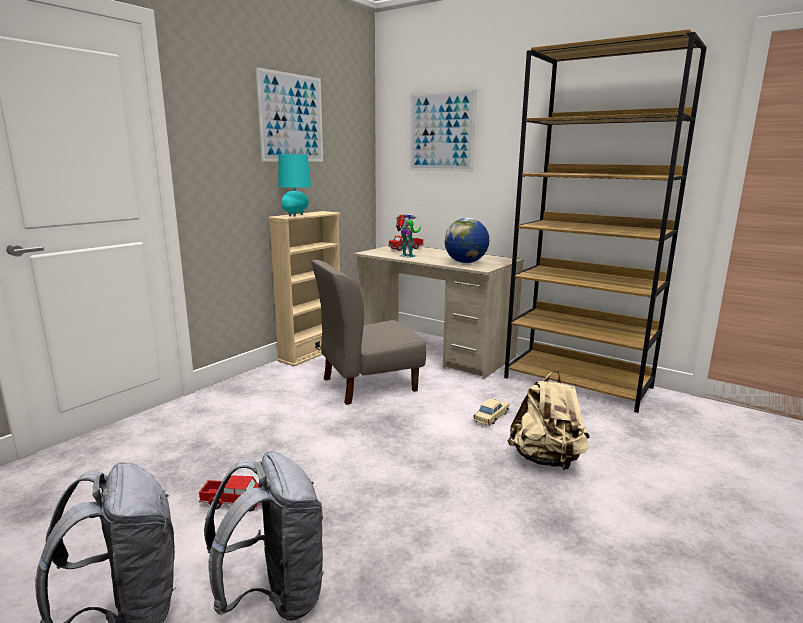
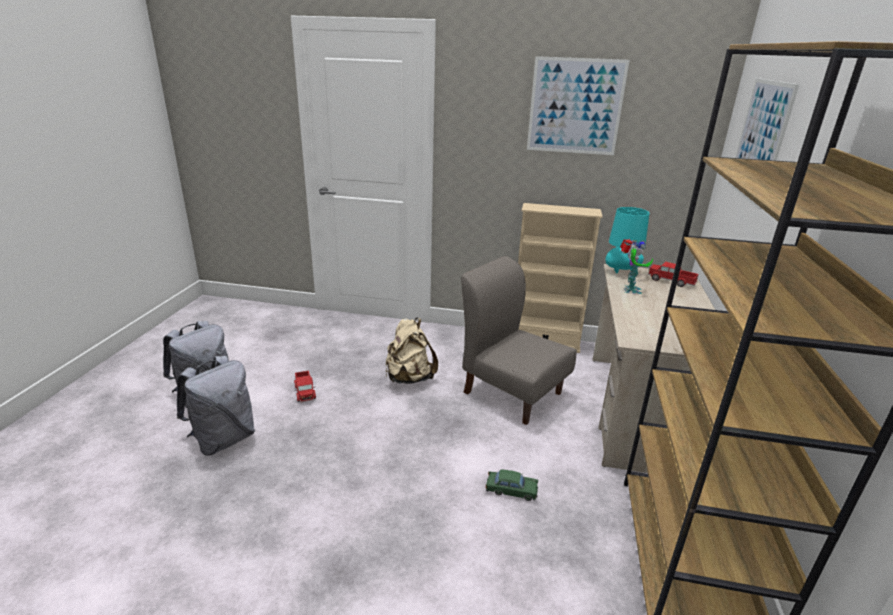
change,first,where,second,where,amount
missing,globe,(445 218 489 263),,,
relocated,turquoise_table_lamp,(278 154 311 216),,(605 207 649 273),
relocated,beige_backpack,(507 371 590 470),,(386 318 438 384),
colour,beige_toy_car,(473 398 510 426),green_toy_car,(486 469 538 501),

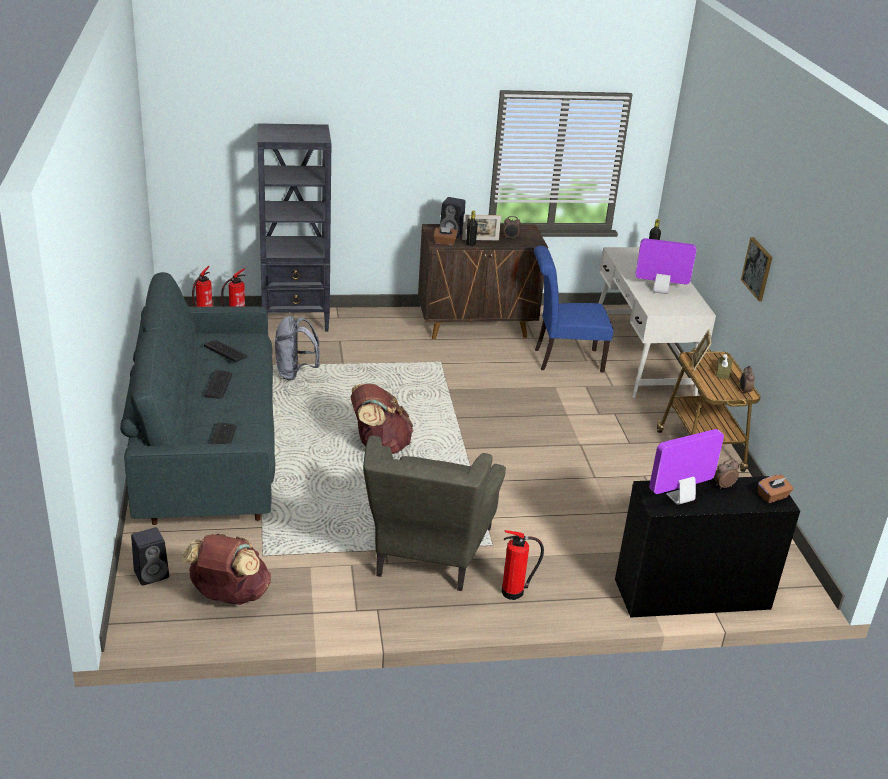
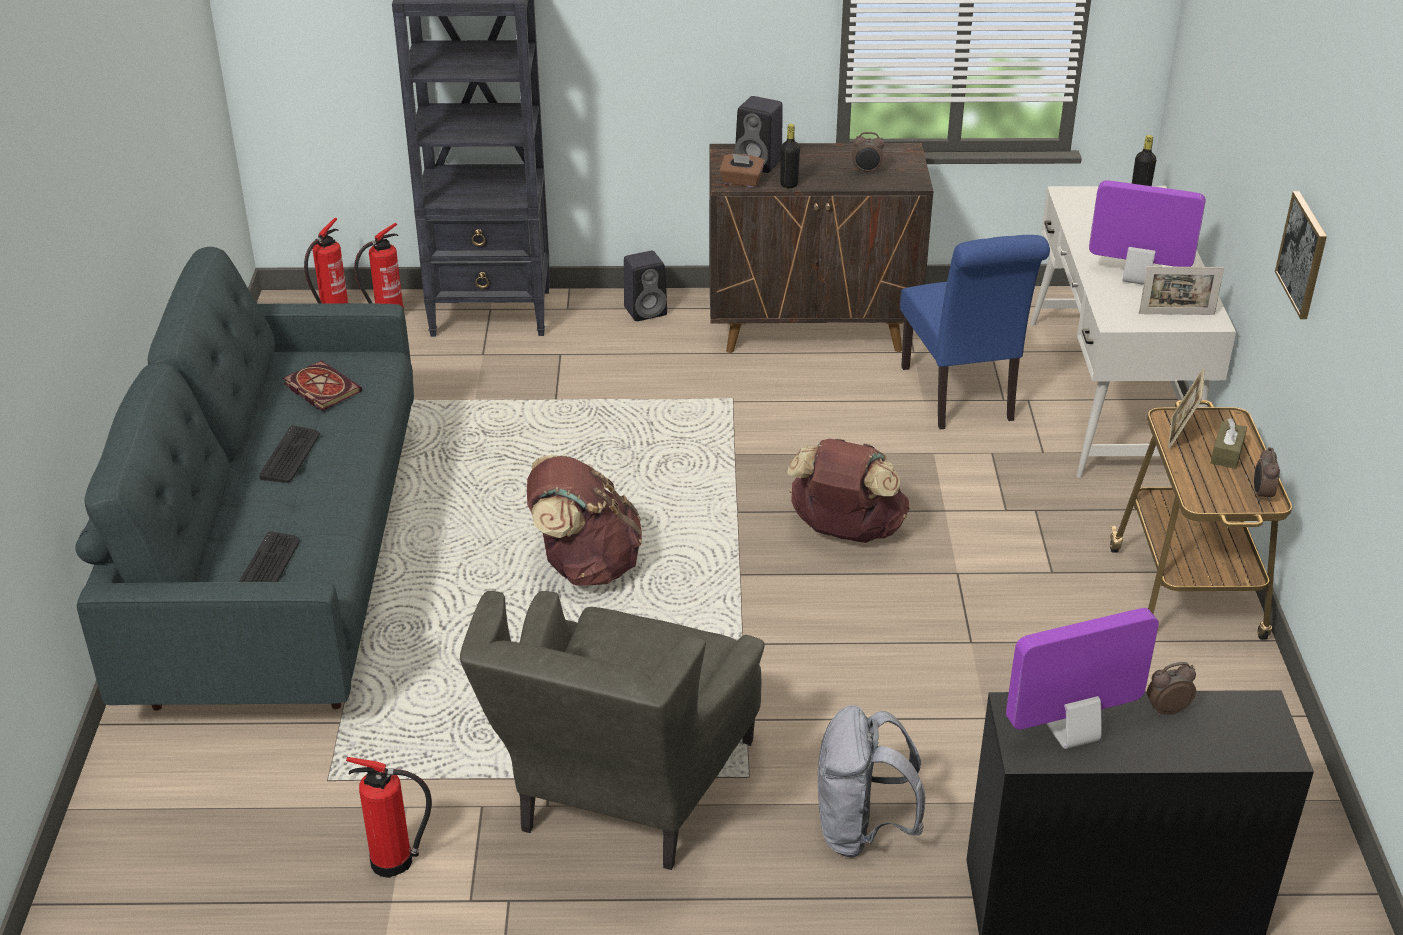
change,first,where,second,where,amount
missing,brown_tissue_box,(758 475 794 503),,,
relocated,black_speaker,(131 527 169 586),,(624 251 667 321),
relocated,brown_backpack,(181 533 271 605),,(787 438 910 543),
relocated,grey_backpack,(275 316 320 381),,(818 705 926 858),
relocated,picture_frame,(462 215 501 240),,(1139 266 1224 315),
relocated,fire_extinguisher,(501 530 544 600),,(346 757 432 878),
exchanged,keyboard,(204 340 247 362),book,(283 360 362 411),
spun,blue_chair,(534 246 613 372),,(900 235 1050 430),105 degrees counterclockwise

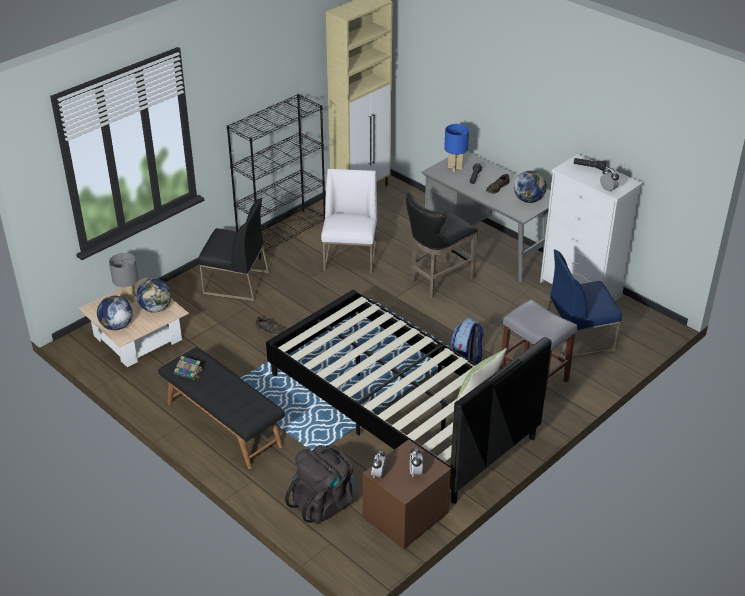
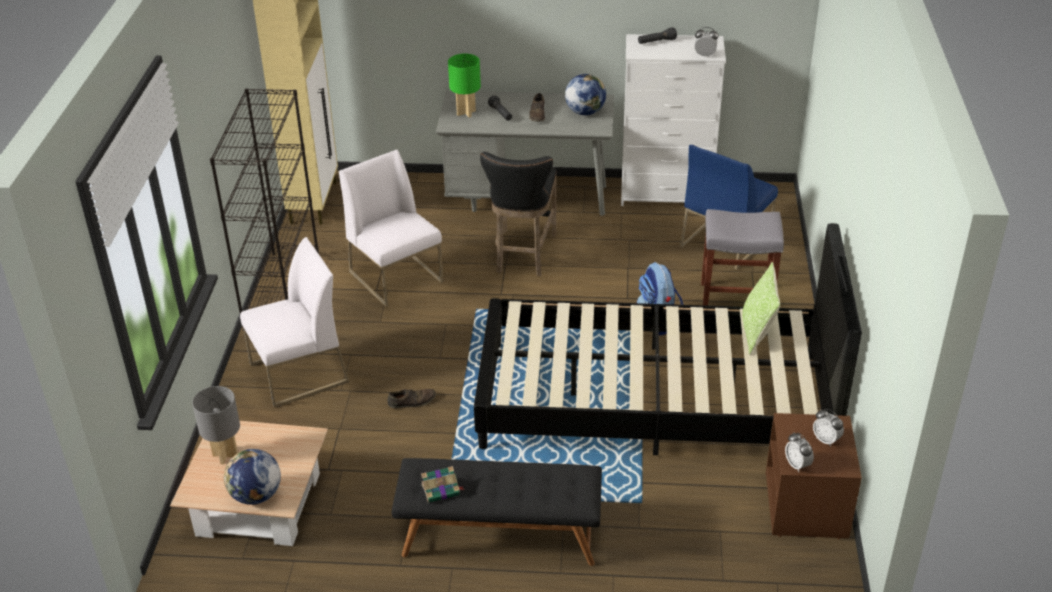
change,first,where,second,where,amount
missing,globe,(136 278 171 313),,,
missing,black_backpack,(285 445 354 524),,,
colour,black_chair,(198 198 269 301),white_chair,(240 237 349 408),
colour,blue_table_lamp,(444 124 469 172),green_table_lamp,(448 54 481 118),

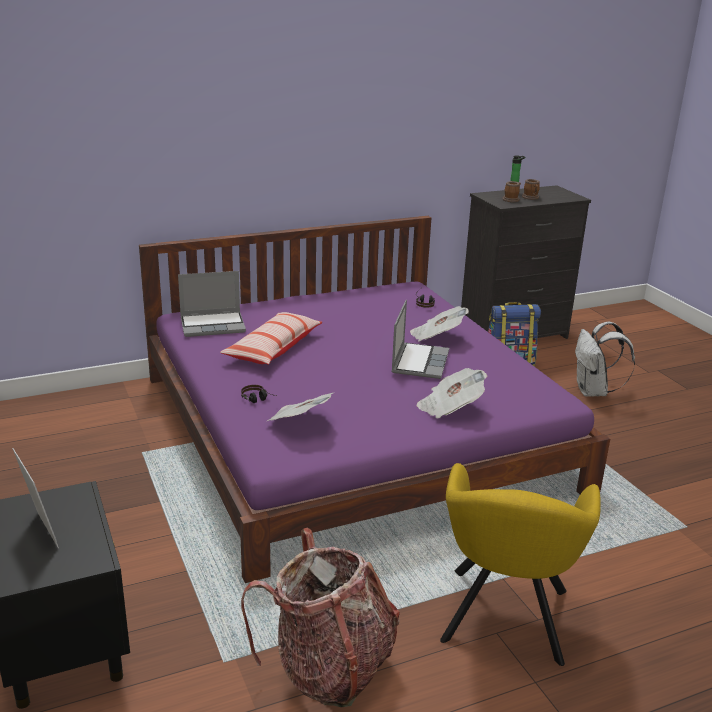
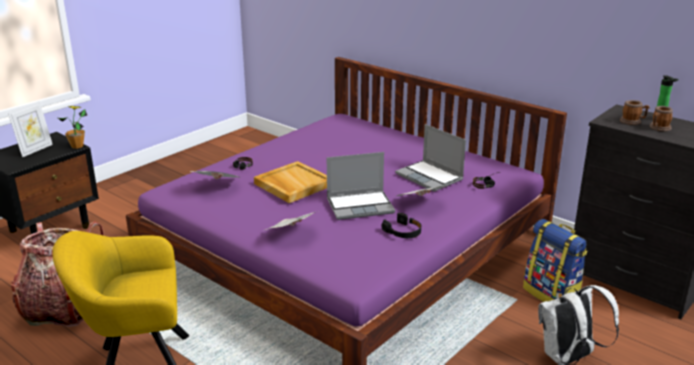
change,first,where,second,where,amount
missing,pillow,(220 312 323 364),,,
appeared,,,potted_plant,(58 106 87 149),
appeared,,,beige_tray,(254 161 327 203),
appeared,,,black_headphones,(382 213 421 238),
relocated,laptop,(178 271 246 337),,(395 124 466 192),

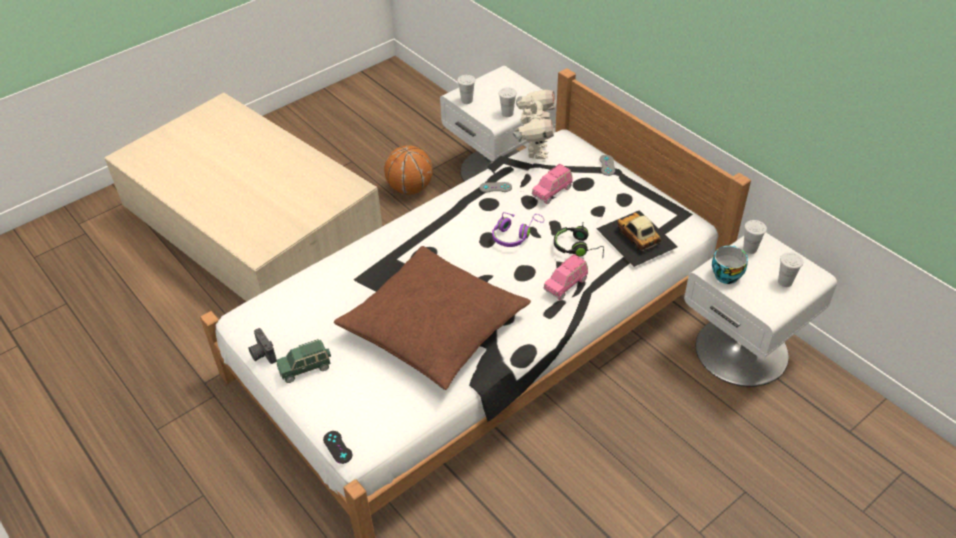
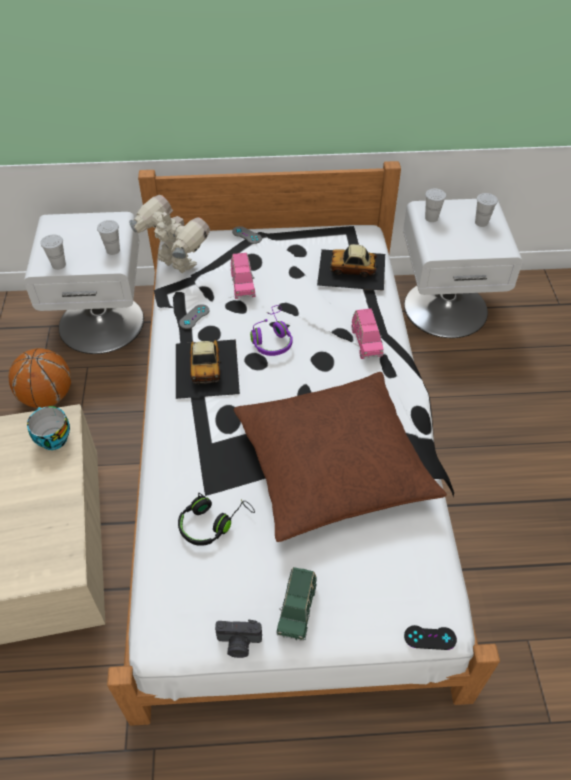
change,first,where,second,where,amount
appeared,,,toy_car,(176 340 240 399),
relocated,black_headphones,(554 223 604 257),,(178 493 255 546),
relocated,cup,(712 245 748 284),,(27 406 70 450),

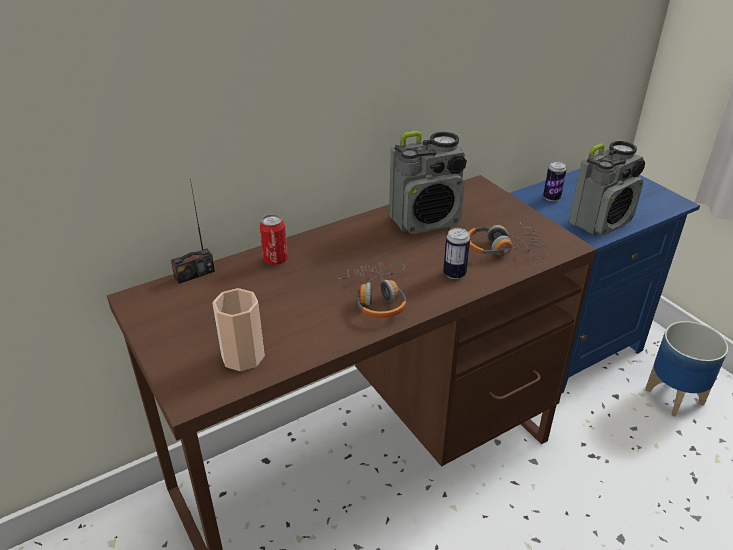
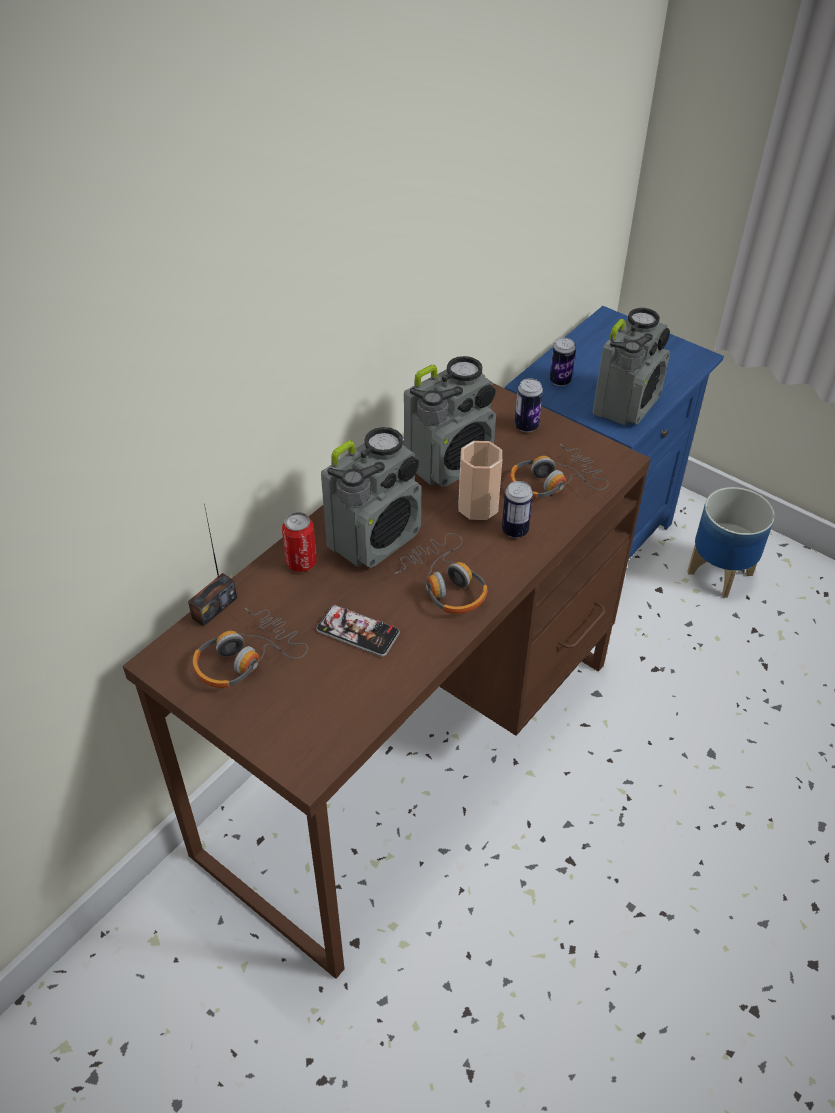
change,first,where,second,where,amount
appeared,,,headphones,(193 608 308 688),
appeared,,,phone,(316 605 400 657),
appeared,,,radio,(321 427 421 568),
appeared,,,can,(515 378 543 432),
relocated,cup,(212 288 265 371),,(458 441 502 520),

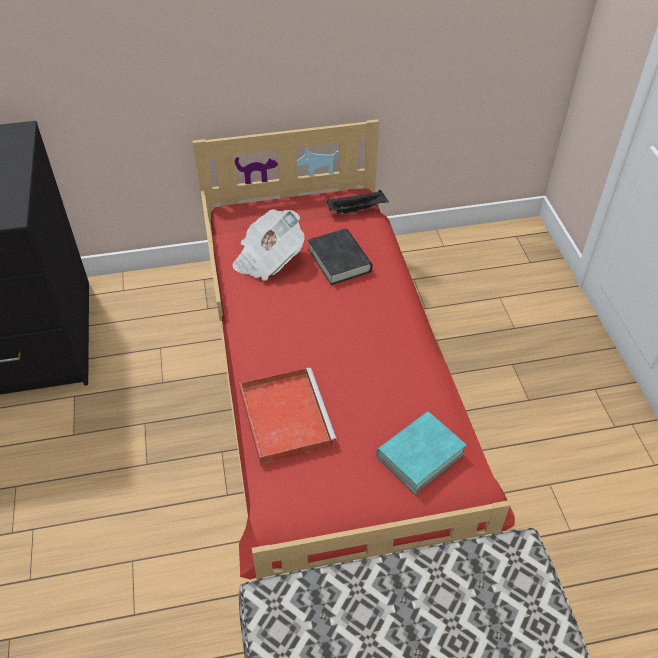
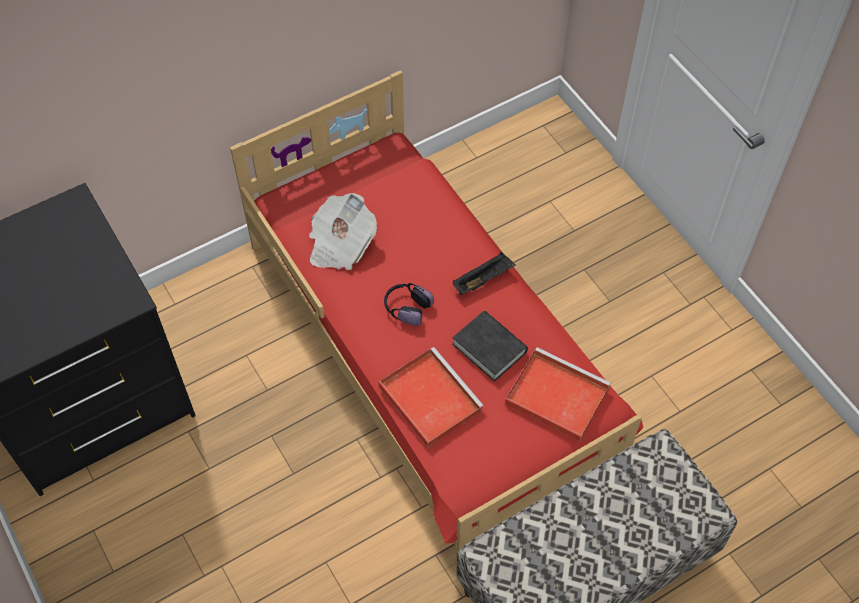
change,first,where,second,where,amount
appeared,,,headphones,(384 283 434 326),
relocated,black_book,(308 229 372 285),,(452 311 528 382),
relocated,black_tray,(327 190 389 214),,(453 252 516 295),
exchanged,turquoise_book,(376 412 466 493),red_tray,(505 347 611 442),

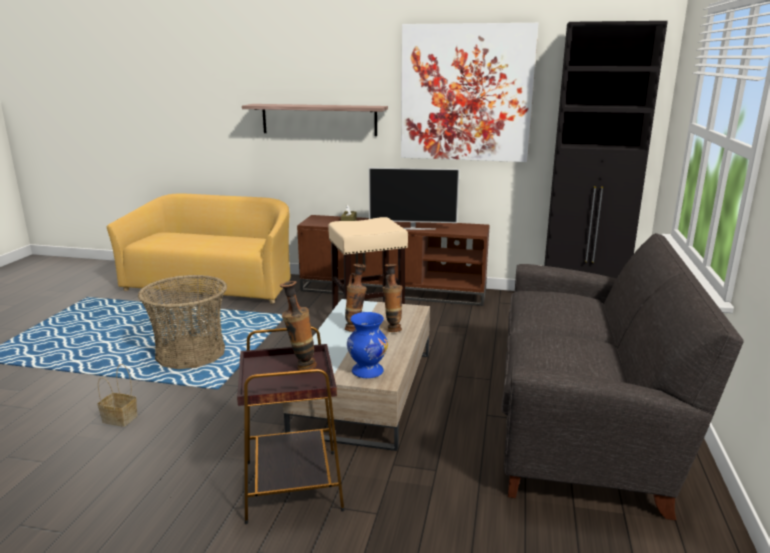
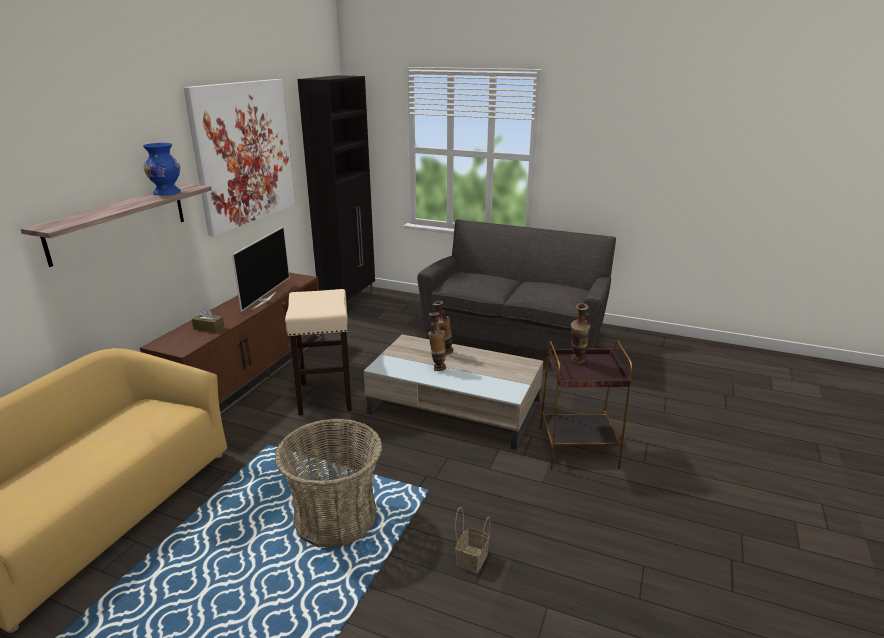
change,first,where,second,where,amount
relocated,blue_vase,(347 312 388 378),,(143 143 181 195),

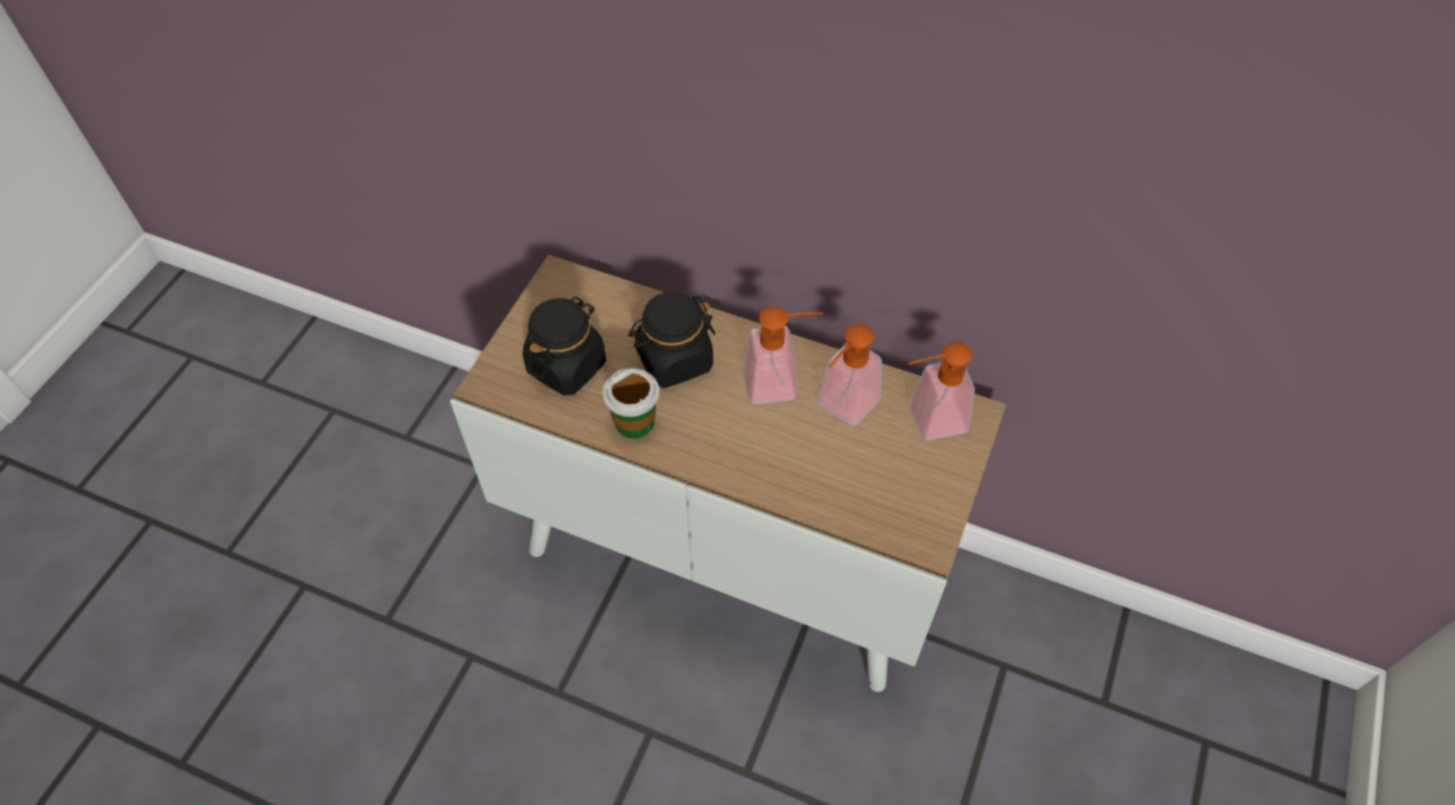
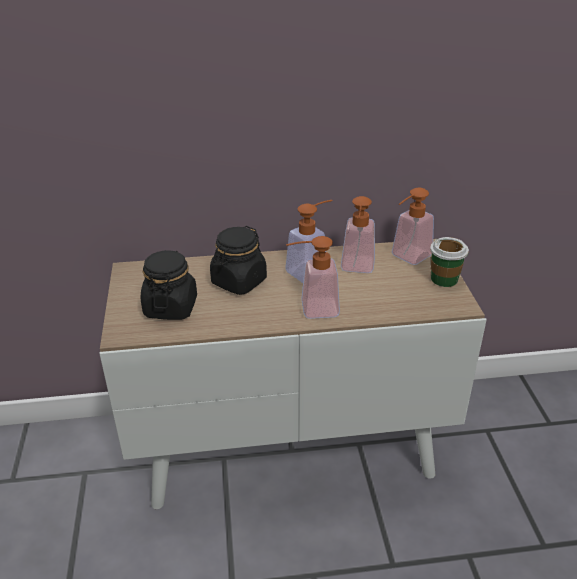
change,first,where,second,where,amount
appeared,,,soap_dispenser,(286 236 340 319),
relocated,cup,(603 368 659 439),,(430 237 469 287),

